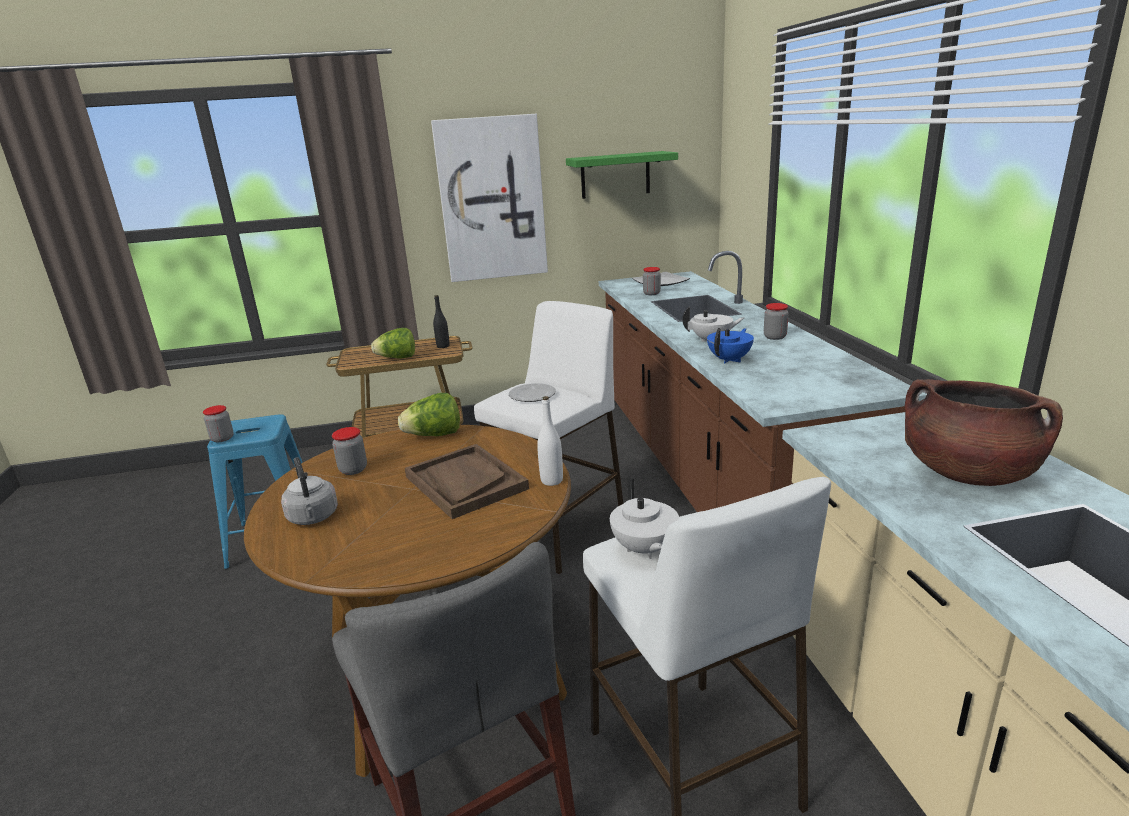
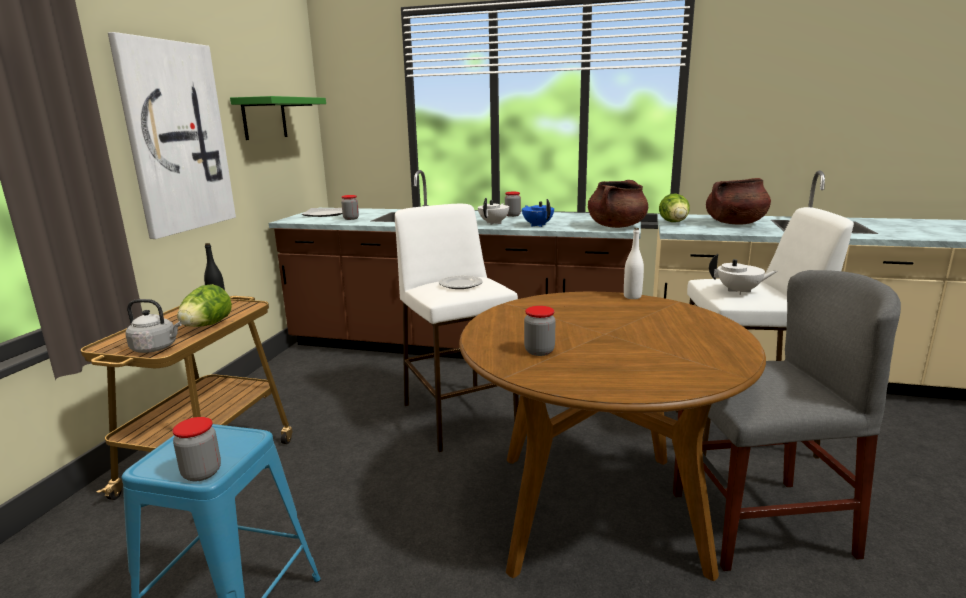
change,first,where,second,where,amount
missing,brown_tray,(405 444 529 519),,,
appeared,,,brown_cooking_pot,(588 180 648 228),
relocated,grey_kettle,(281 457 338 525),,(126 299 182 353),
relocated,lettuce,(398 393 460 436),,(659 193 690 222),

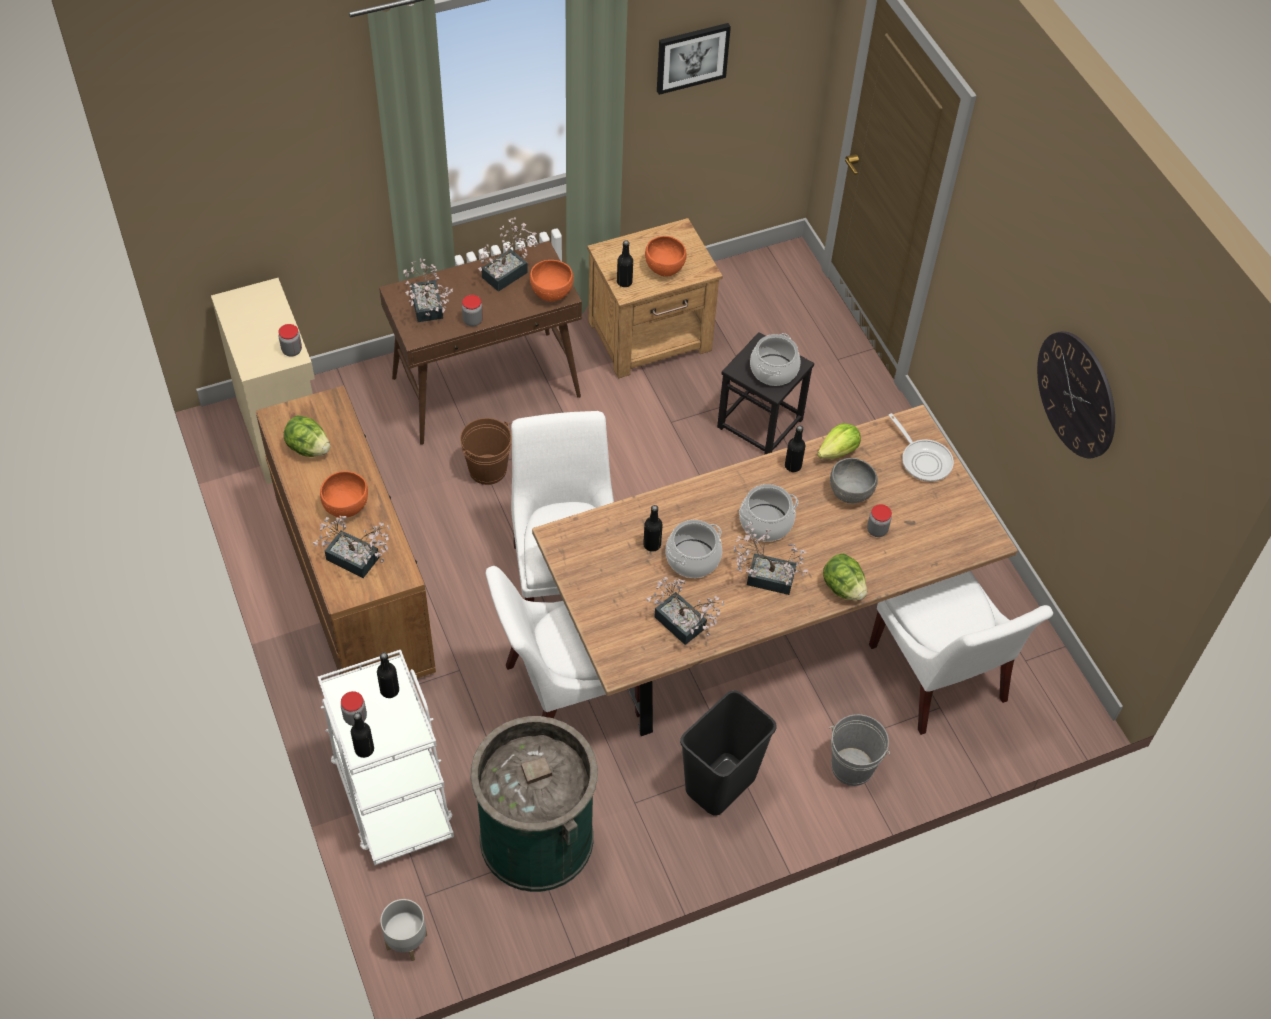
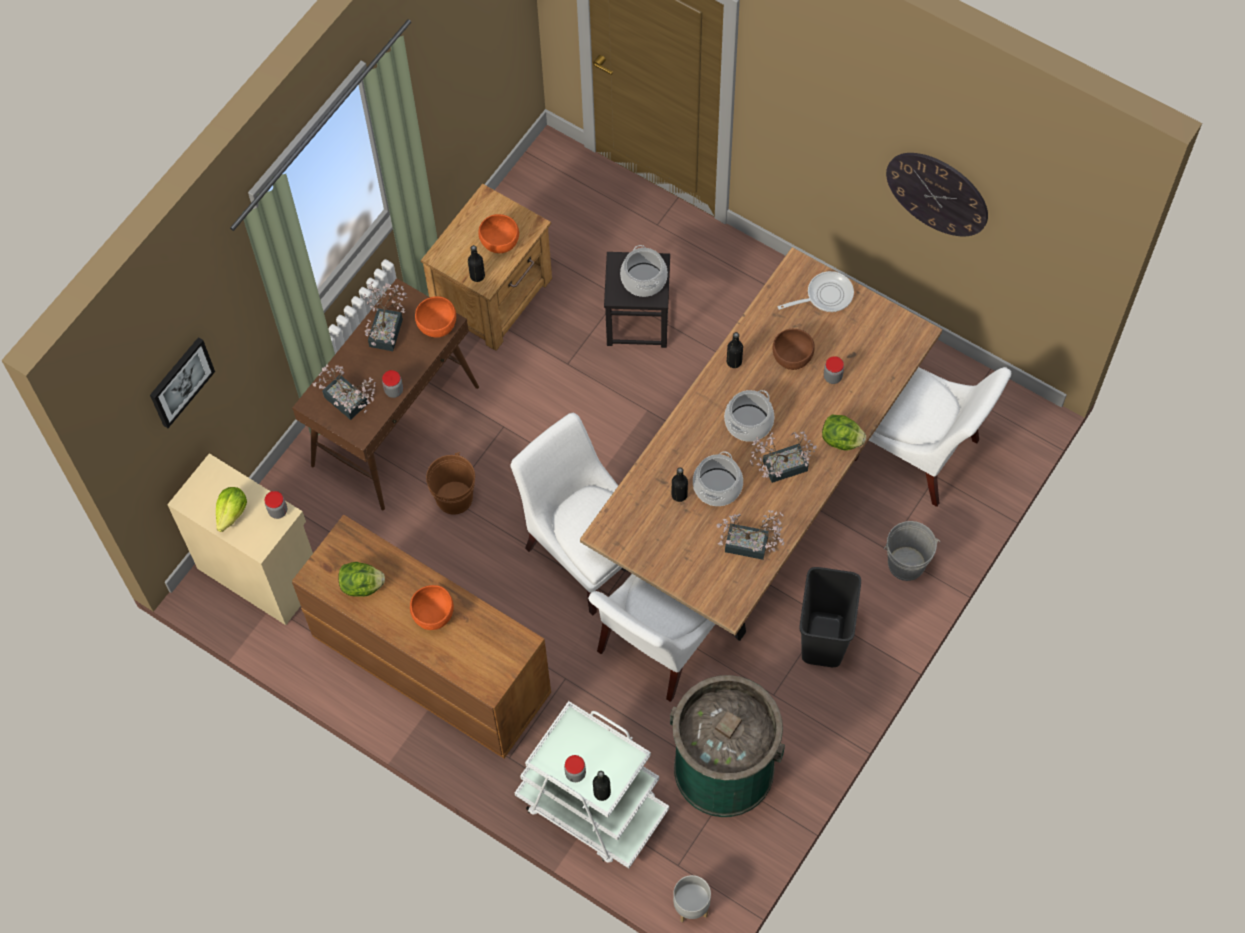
change,first,where,second,where,amount
missing,potted_plant,(313 516 390 578),,,
missing,black_bottle,(377 652 399 698),,,
relocated,picture,(657 23 731 95),,(150 337 215 428),
relocated,lettuce,(817 423 861 459),,(216 487 247 532),
colour,grey_bowl,(830 458 878 503),brown_bowl,(772 329 814 370),
spun,frying_pan,(888 413 954 482),,(778 271 854 312),45 degrees counterclockwise

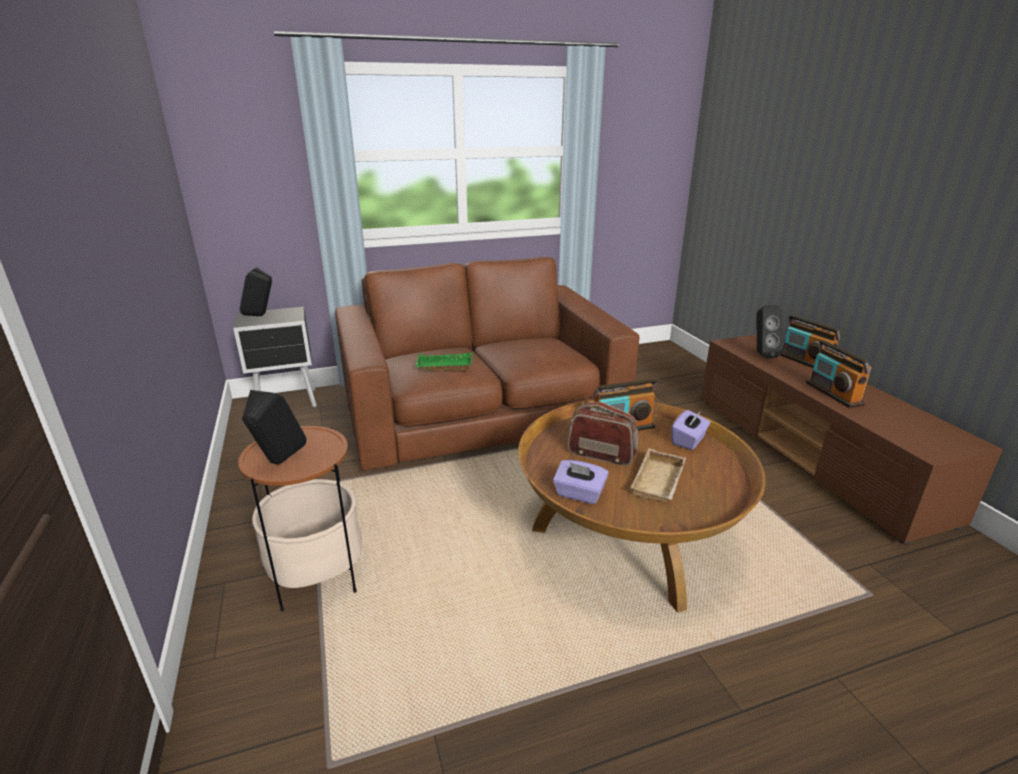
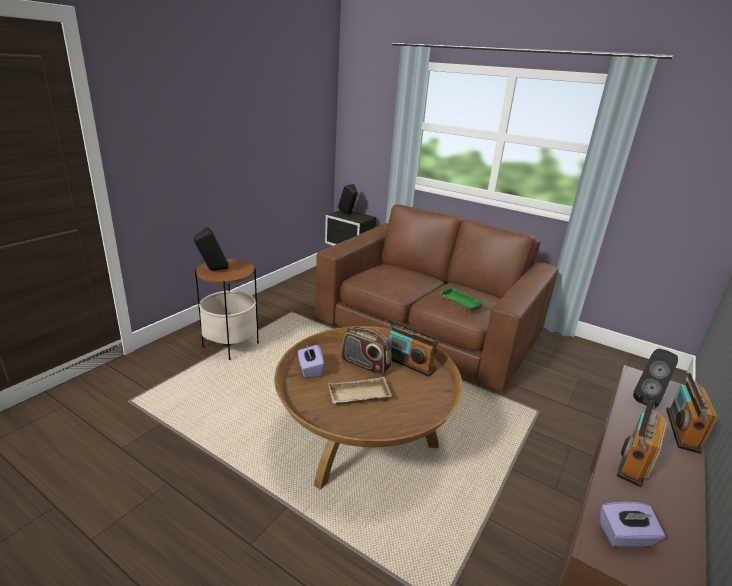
change,first,where,second,where,amount
relocated,green_tray,(415 352 473 370),,(439 287 485 312),
relocated,purple_tissue_box,(671 410 710 450),,(600 502 665 547),
spun,radio,(568 402 638 466),,(341 326 392 375),135 degrees clockwise

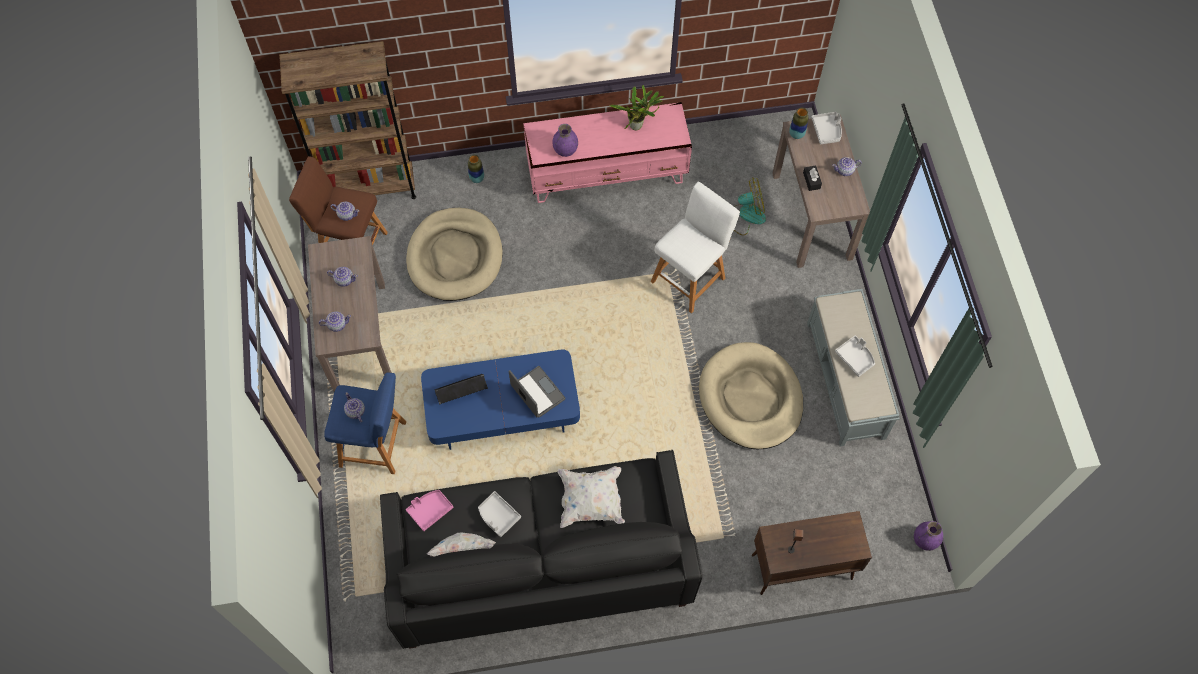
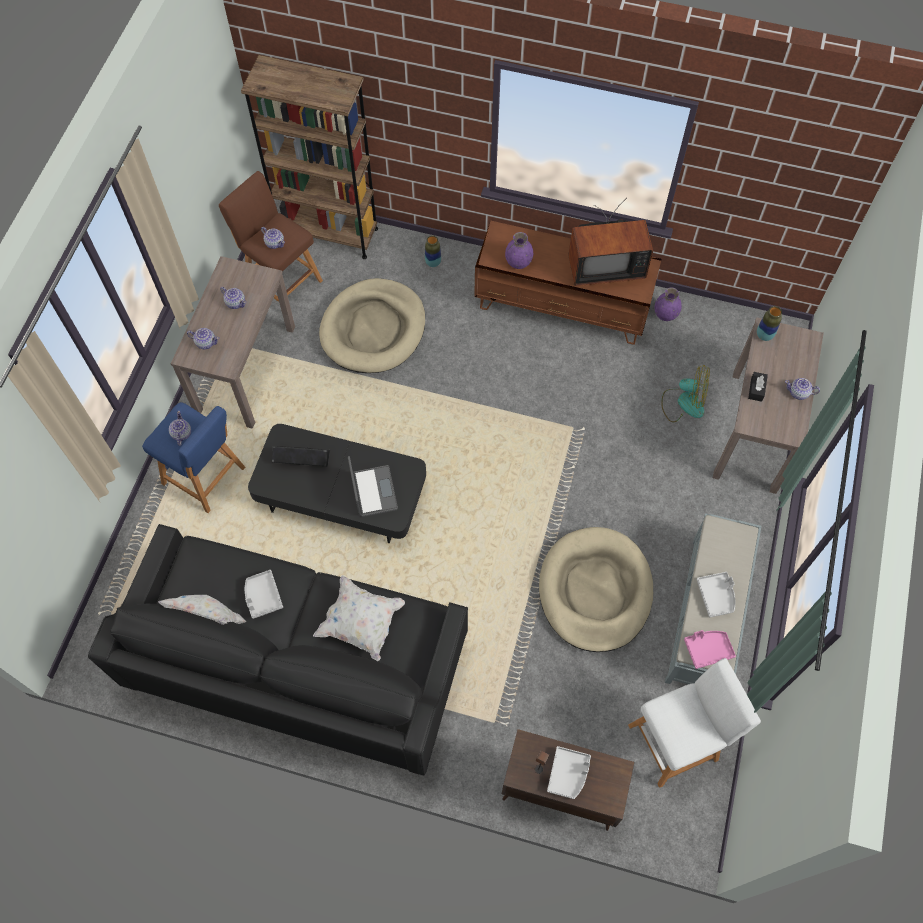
change,first,where,second,where,amount
relocated,pink_tray,(406 490 454 531),,(684 630 736 669),
relocated,white_stool,(651 182 740 313),,(628 658 761 788),
relocated,grey_tray,(812 112 842 144),,(547 746 591 799),
relocated,purple_vase,(914 521 943 551),,(655 287 682 321),
exchanged,potted_plant,(610 85 664 130),television,(568 198 653 286),
colour,blue_coffee_table,(421 350 580 450),black_coffee_table,(248 424 426 543),
colour,pink_tv_stand,(523 102 692 203),brown_tv_stand,(474 221 661 345),

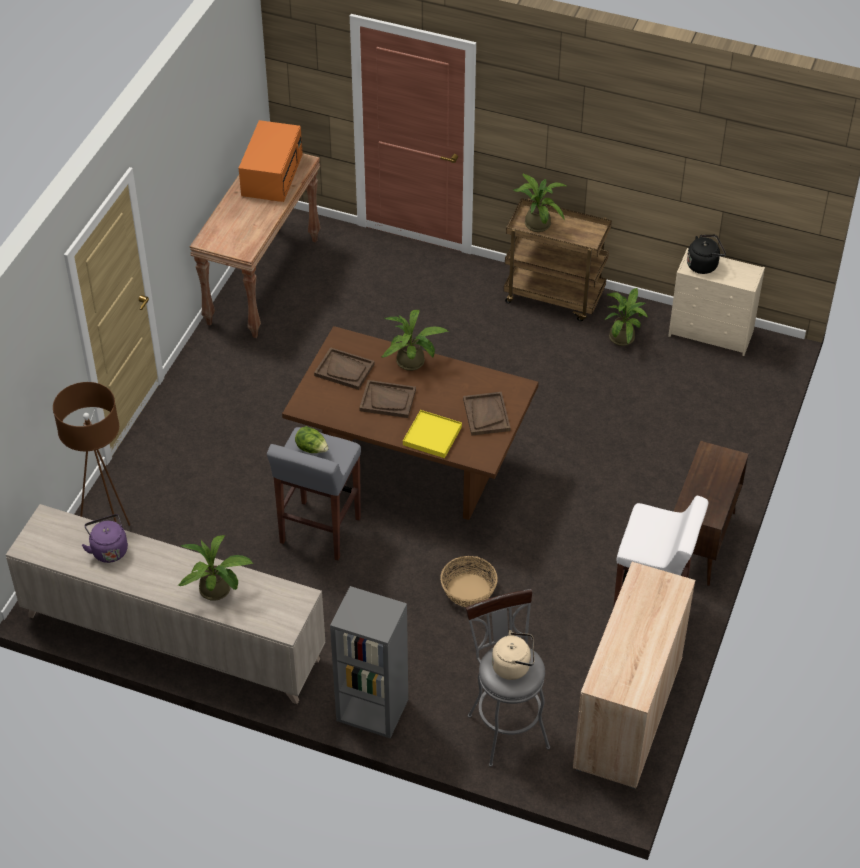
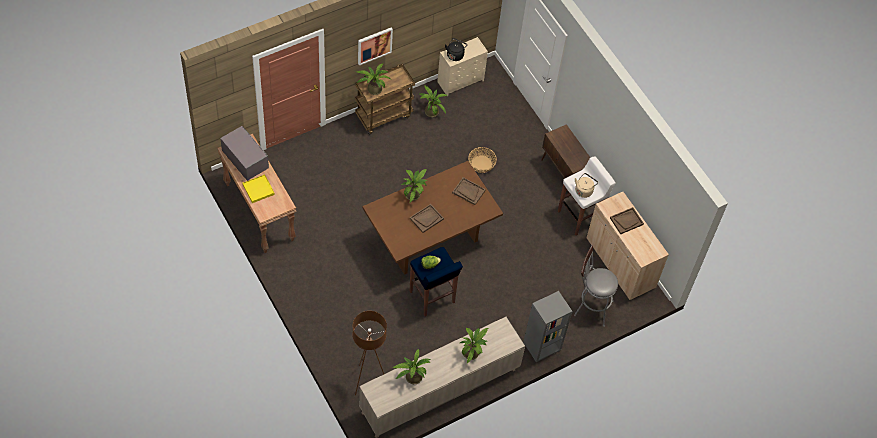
change,first,where,second,where,amount
appeared,,,picture,(358 27 393 65),
relocated,brown_tray,(314 347 375 390),,(610 207 644 235),
relocated,yellow_tray,(403 410 462 458),,(243 174 275 203),
relocated,basket,(440 556 498 607),,(468 147 497 173),
relocated,beige_kettle,(492 630 534 680),,(575 173 598 198),
exchanged,purple_kettle,(82 514 128 563),potted_plant,(393 349 430 384),
colour,orange_microwave,(239 120 303 202),grey_microwave,(220 126 269 181),
colour,grey_stool,(267 427 361 561),blue_stool,(410 247 463 316),

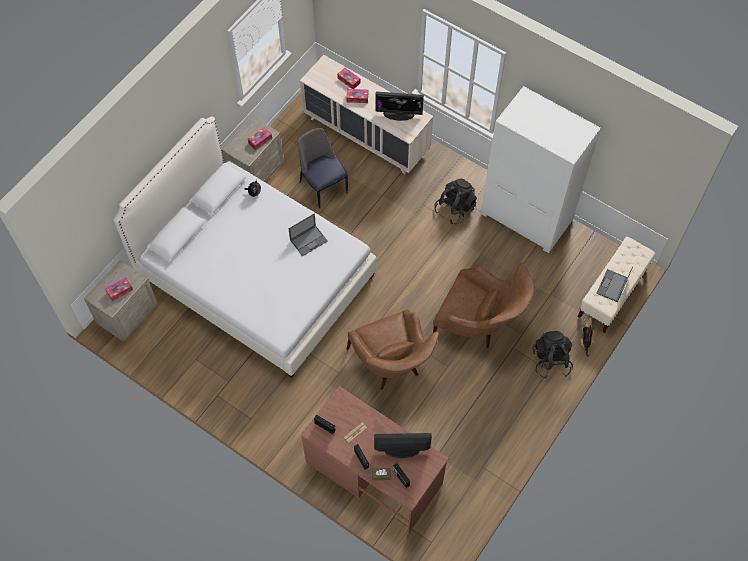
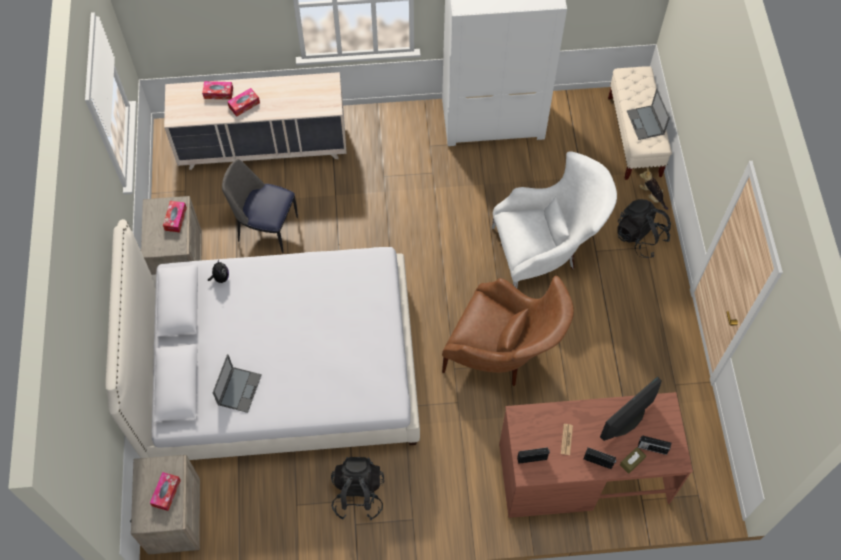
change,first,where,second,where,amount
missing,monitor,(375 92 424 121),,,
relocated,laptop,(288 214 328 256),,(213 354 262 413),
relocated,black_backpack,(434 178 477 224),,(331 457 384 520),
colour,brown_armchair,(433 263 534 348),white_armchair,(492 151 617 288),

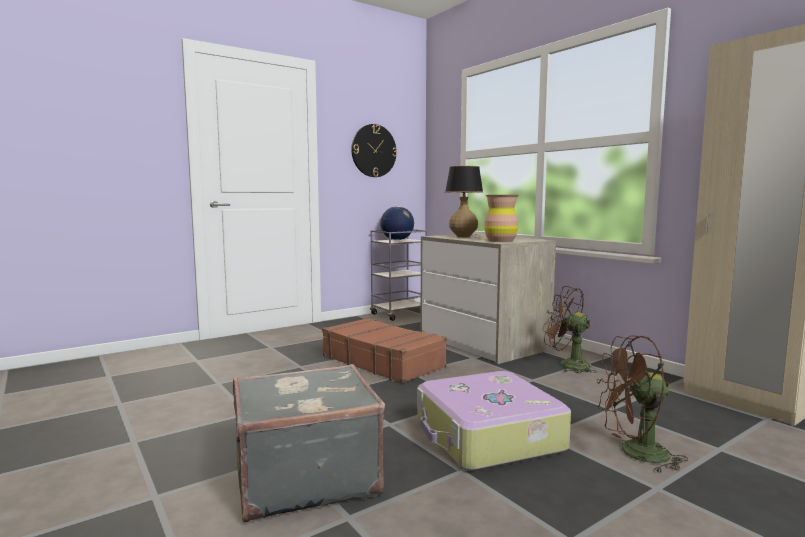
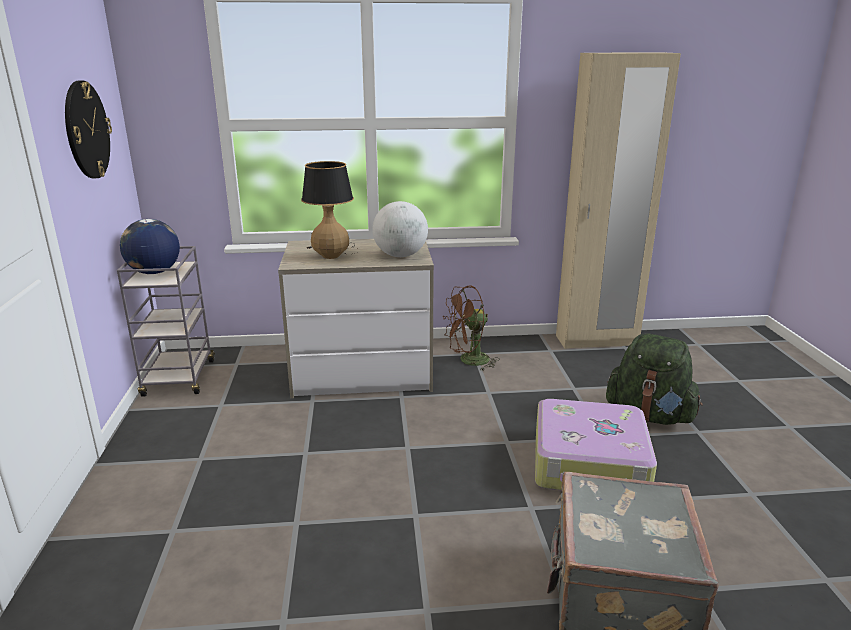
change,first,where,second,where,amount
missing,brown_suitcase,(322 318 447 383),,,
exchanged,brown_vase,(484 195 518 242),globe,(372 201 428 257),
exchanged,brown_fan,(597 335 688 473),green_backpack,(606 333 703 425),

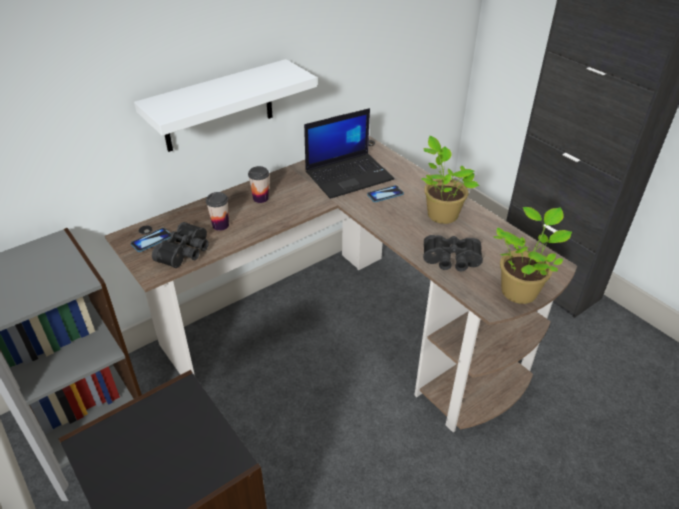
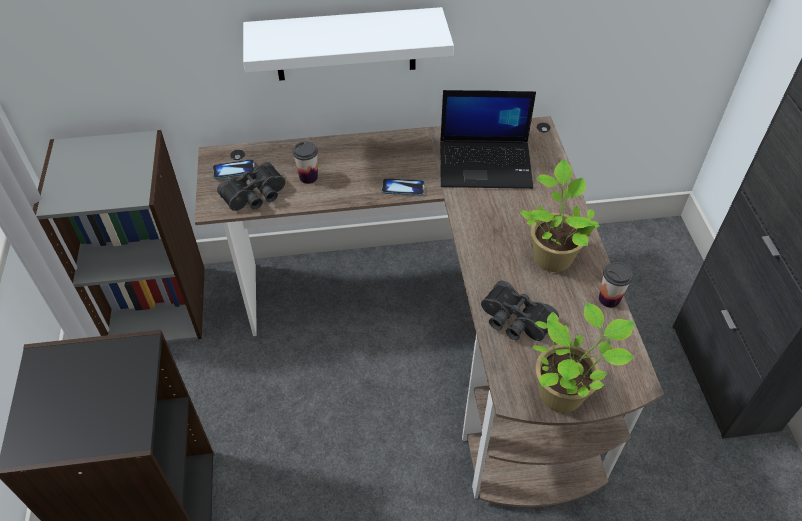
change,first,where,second,where,amount
relocated,cup,(248 166 269 203),,(599 262 633 308),
relocated,phone,(367 185 404 202),,(382 178 425 196),

